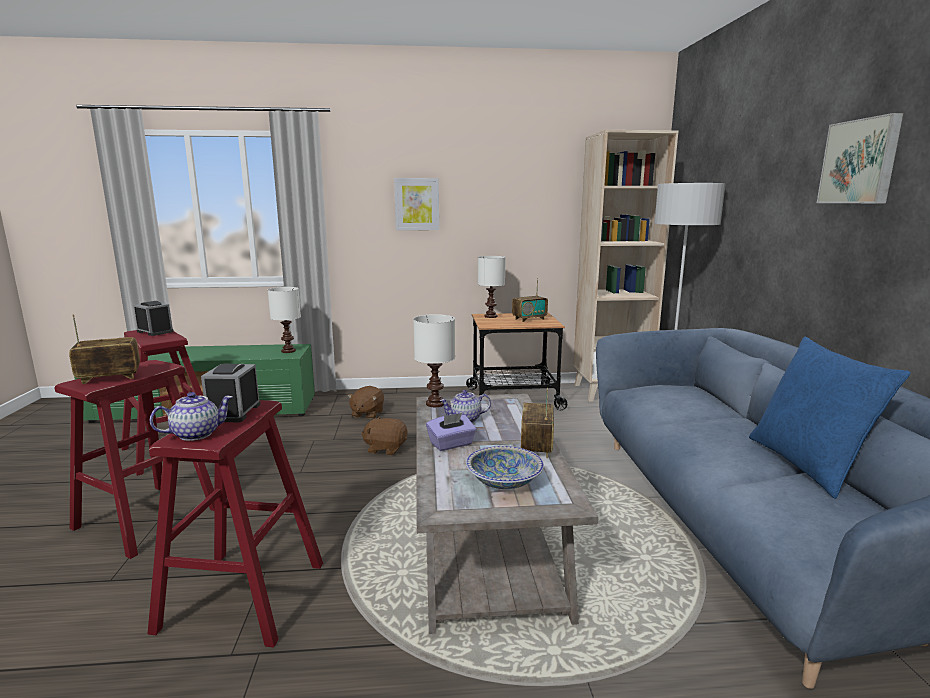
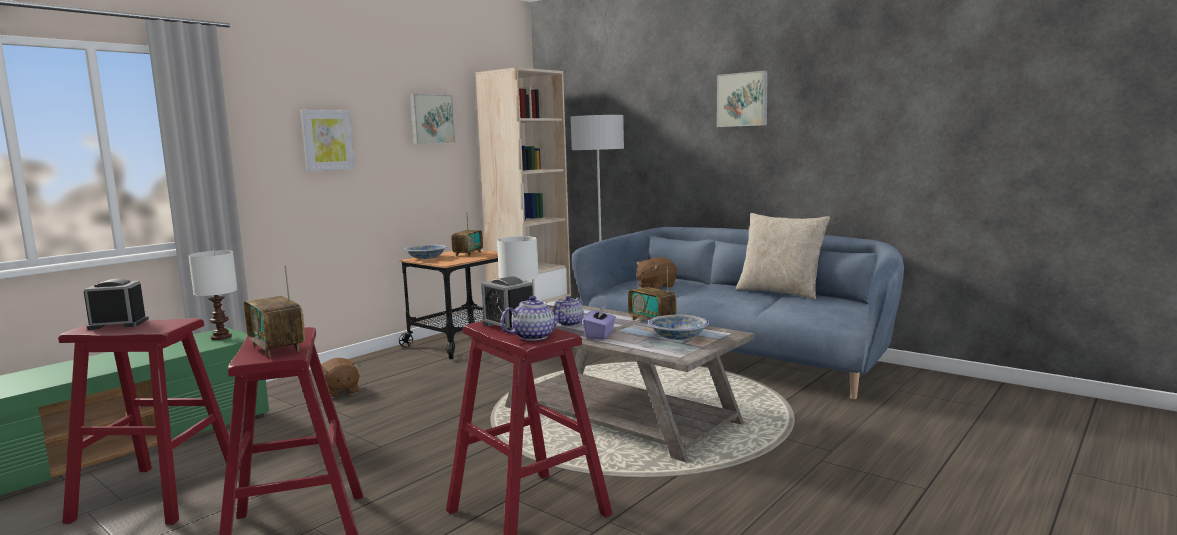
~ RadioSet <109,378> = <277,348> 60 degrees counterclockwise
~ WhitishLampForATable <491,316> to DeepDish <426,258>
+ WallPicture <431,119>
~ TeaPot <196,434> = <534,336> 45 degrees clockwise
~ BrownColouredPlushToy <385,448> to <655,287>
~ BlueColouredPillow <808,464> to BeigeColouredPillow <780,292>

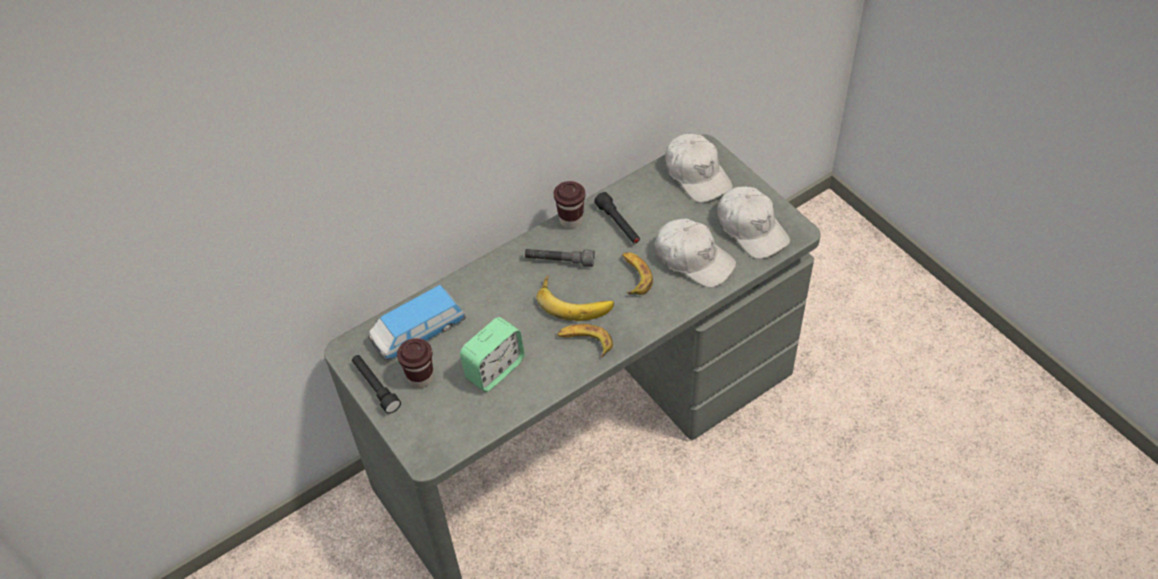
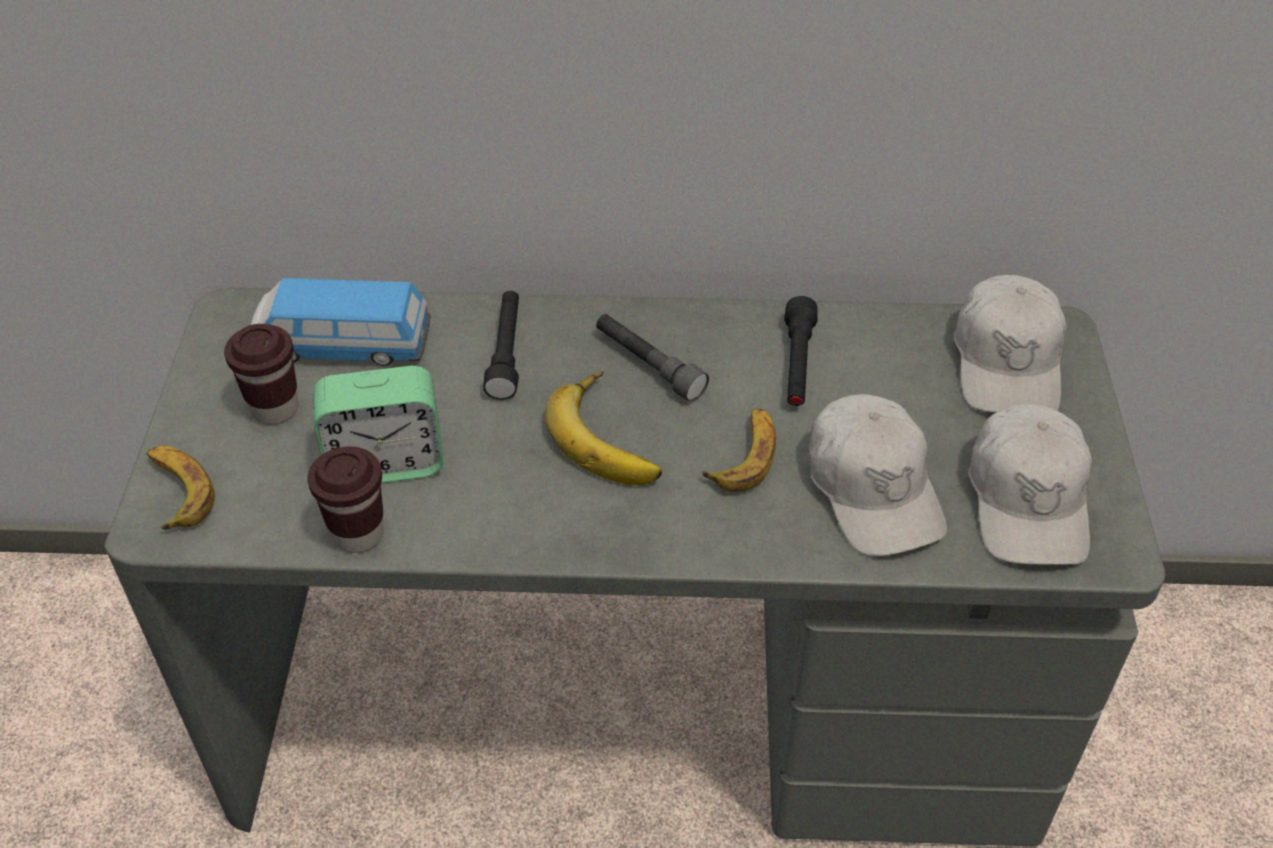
~ WholeBanana <585,342> to <177,491>
~ BrownColouredDrinkingCup <571,220> to <358,534>
~ BlackColouredFlashlight <375,387> to <506,353>

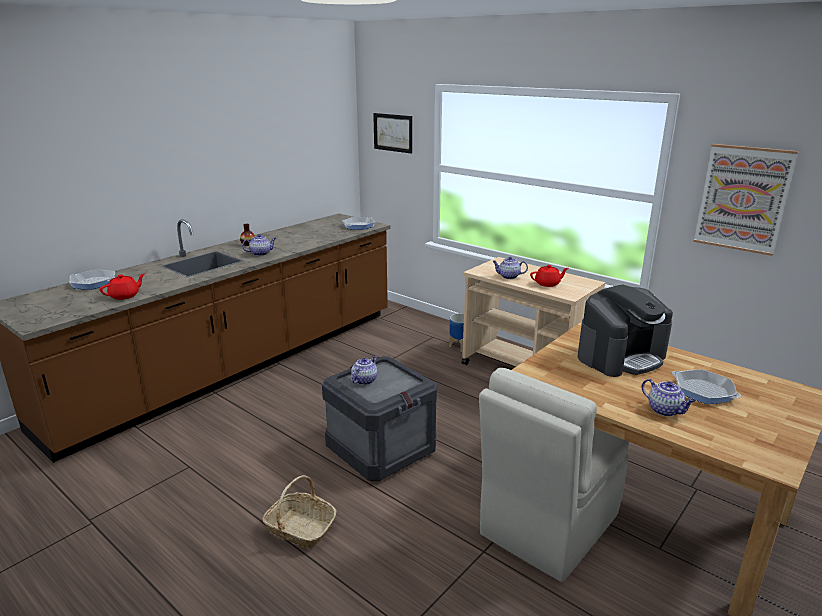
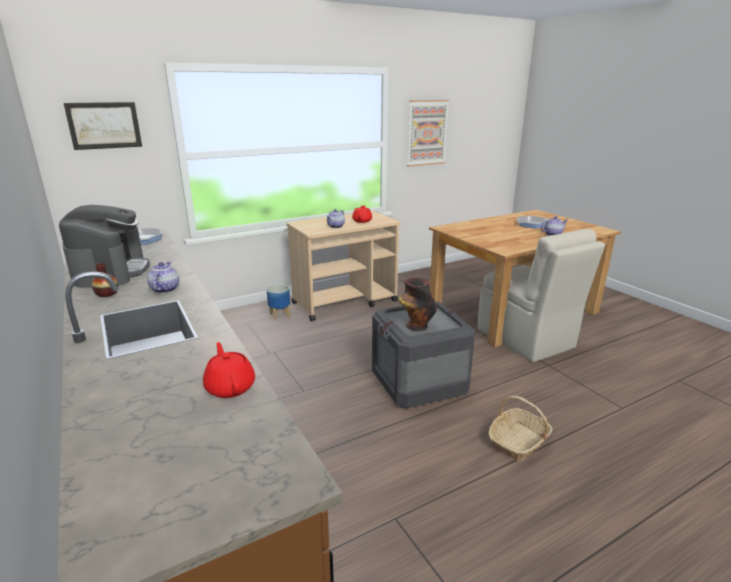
~ CoffeeMachine <621,356> to <111,271>
~ TeaPot <364,380> to Vase <415,326>
- Skillet <93,283>

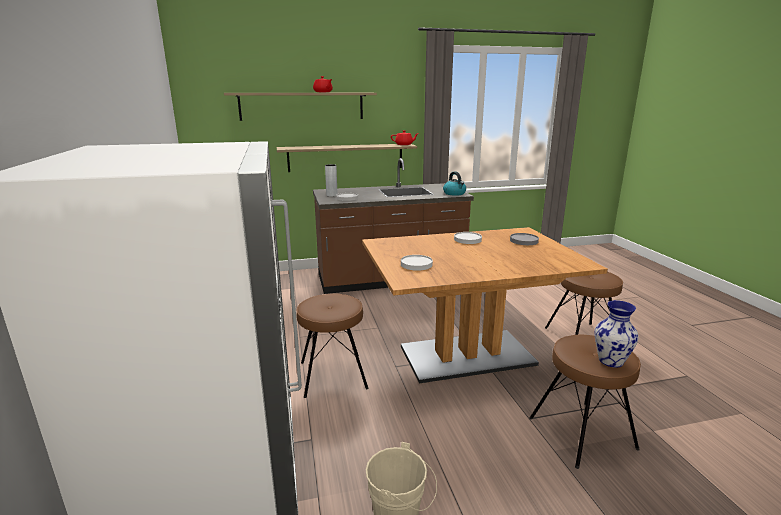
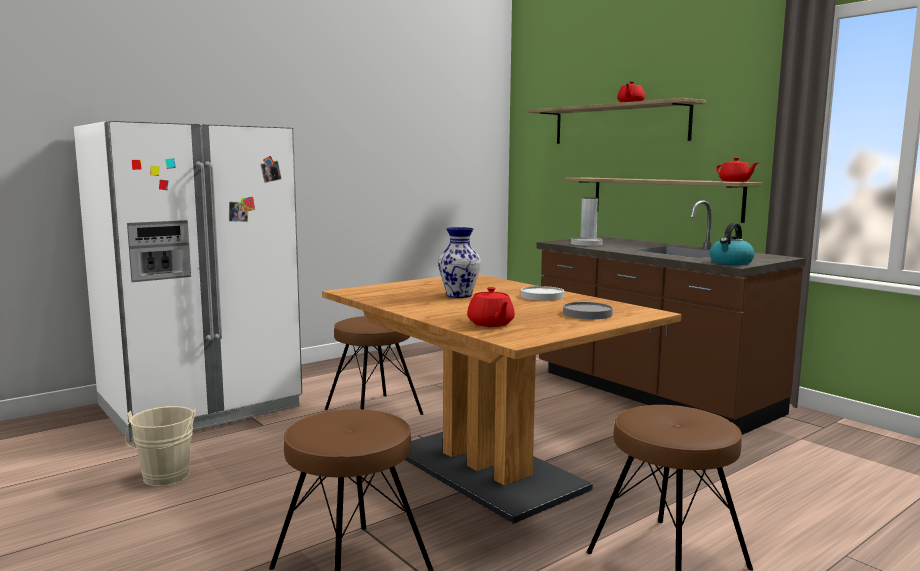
~ Vase <611,361> to <459,295>
+ ReddishTeaPot <491,324>
- WhitishFlatDish <416,264>

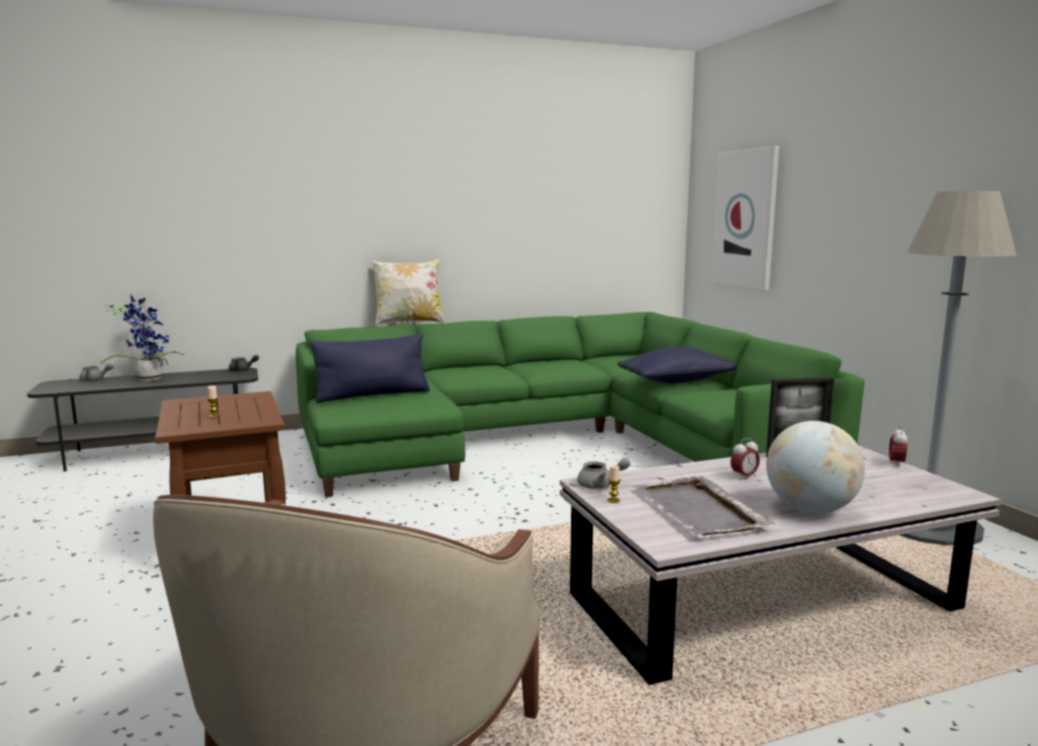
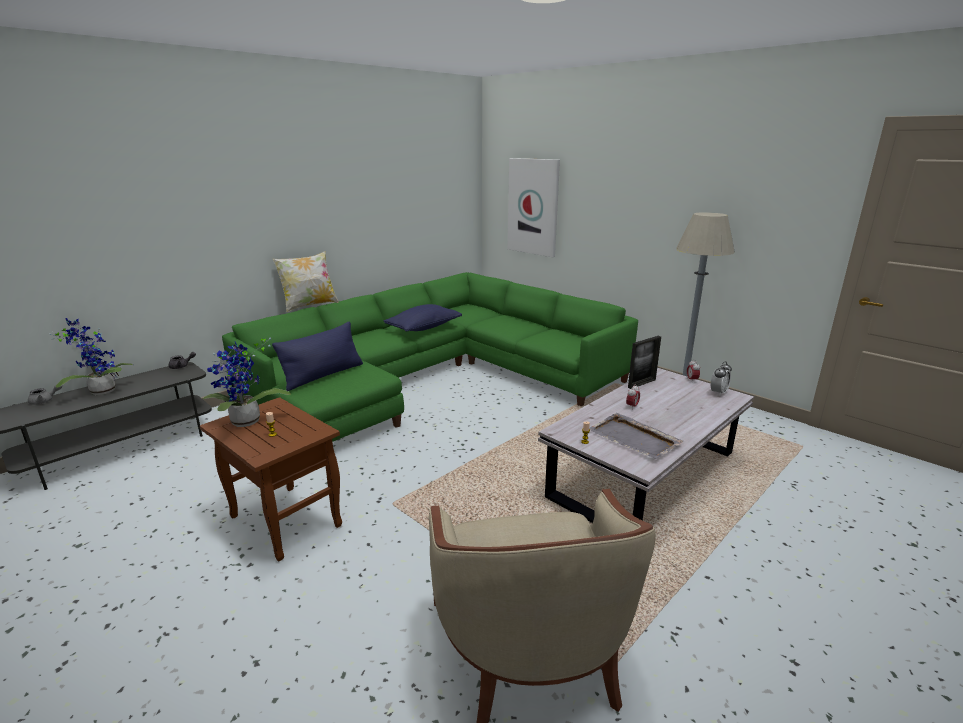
+ PottedPlant <246,423>
~ BlueColouredPillow <675,381> to <423,328>
+ BedsideClock <718,392>
- GreyishTeaPot <600,485>
- WorldGlobe <810,509>

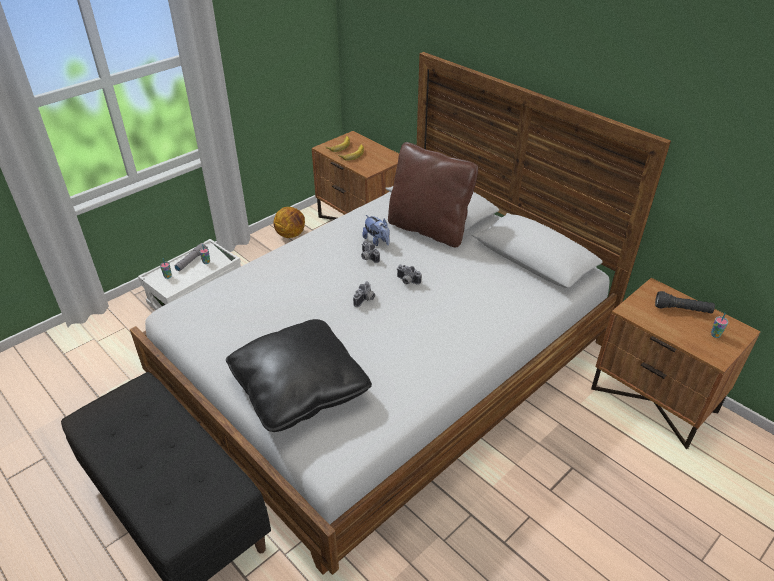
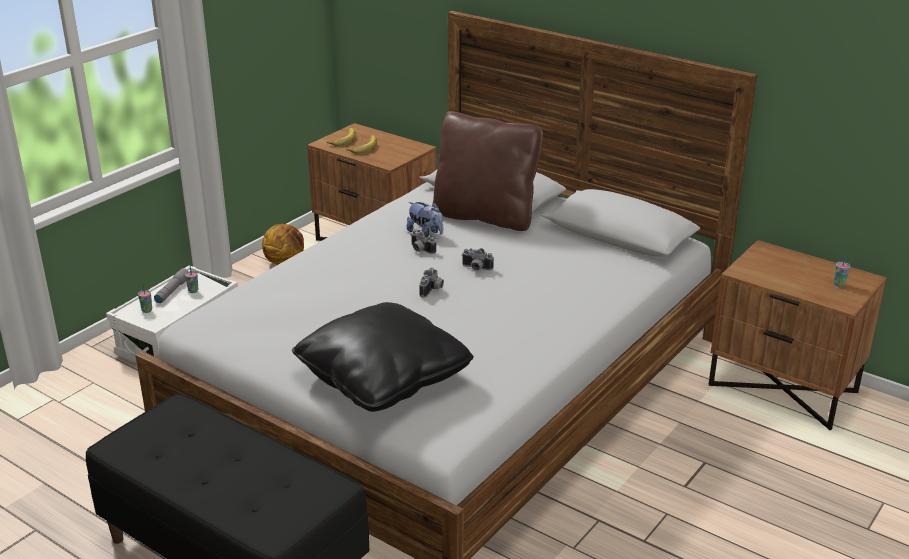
- BlackColouredFlashlight <682,310>

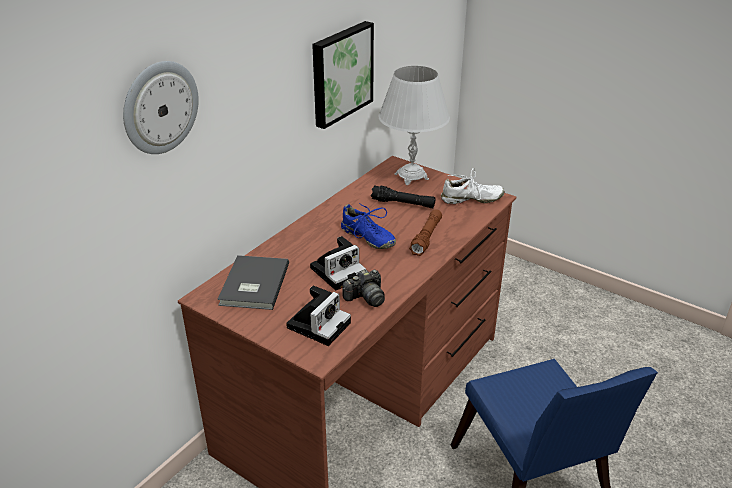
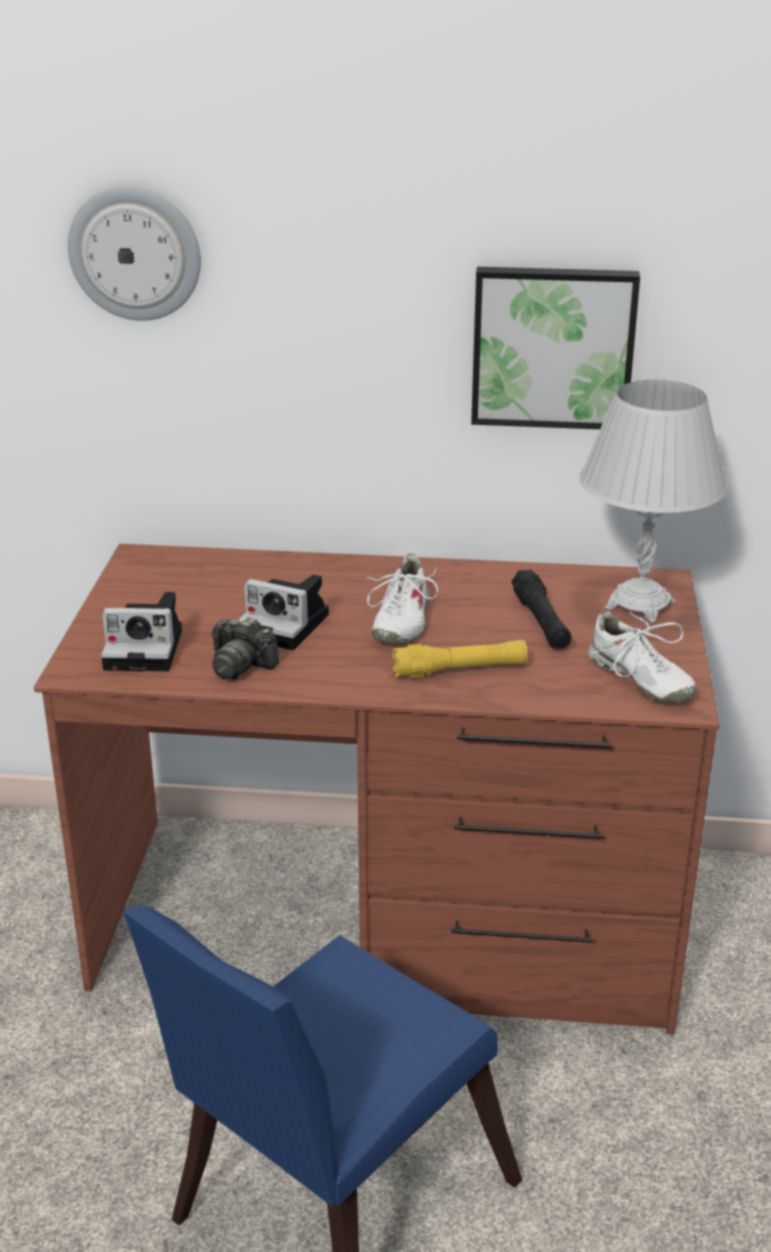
~ BlueColouredLowShoe <367,238> to WhitishLowShoe <400,621>
~ BrownColouredFlashlight <426,237> to YellowColouredFlashlight <460,670>
- GreyishBook <252,285>

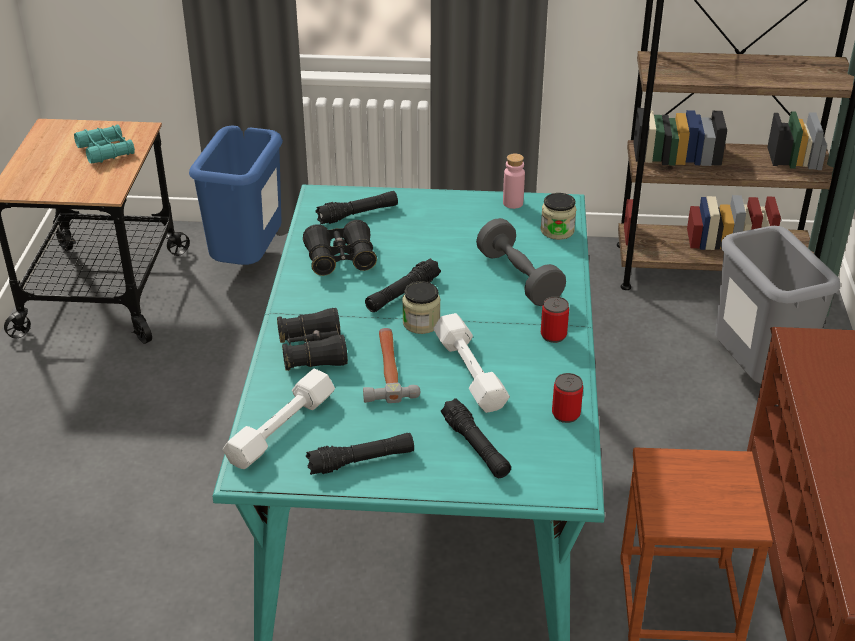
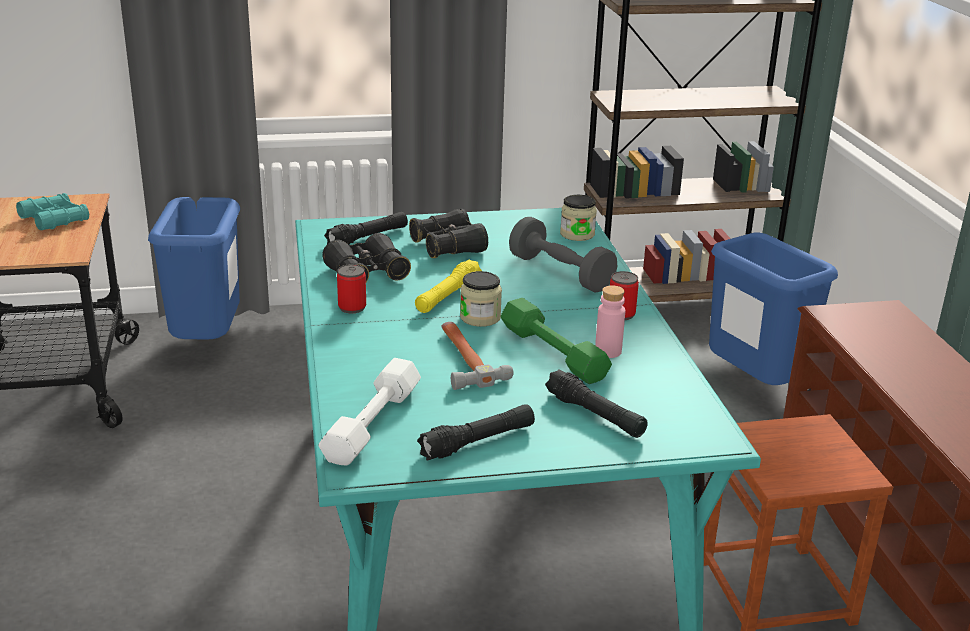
~ Can <566,414> to <352,307>
~ BlackColouredBinoculars <313,351> to <448,246>
~ BlackColouredFlashlight <402,294> to YellowColouredFlashlight <448,296>
~ WhitishFreeWeight <470,372> to GreenishFreeWeight <554,352>
~ PinkColouredBeverageBottle <513,203> to <608,351>
~ GreyishRubbishBin <753,377> to BlueColouredRubbishBin <752,387>

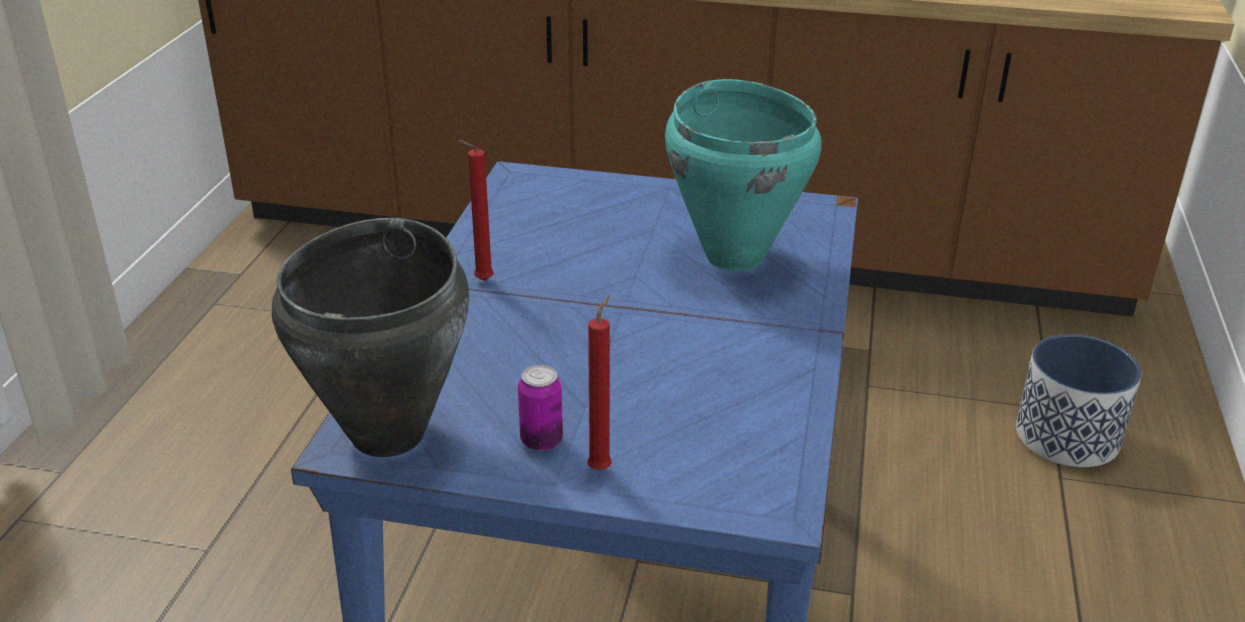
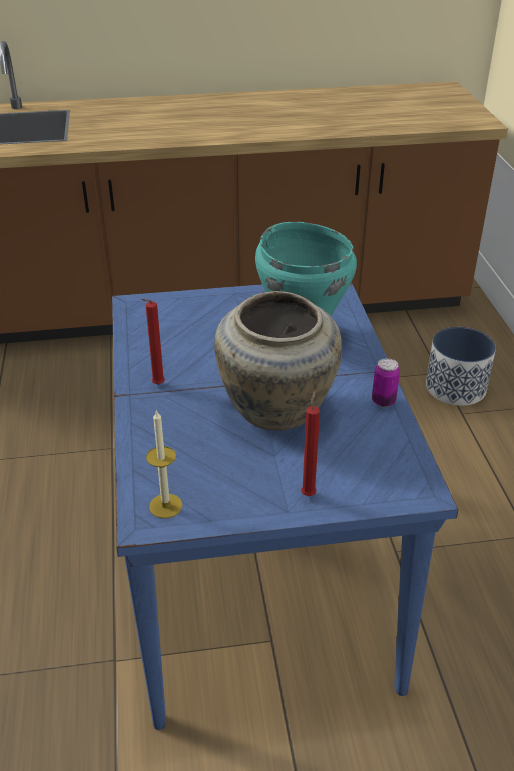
~ BlackColouredStockpot <390,433> to Candle <165,506>
+ BeigeColouredVase <276,411>
~ Can <541,441> to <383,401>

